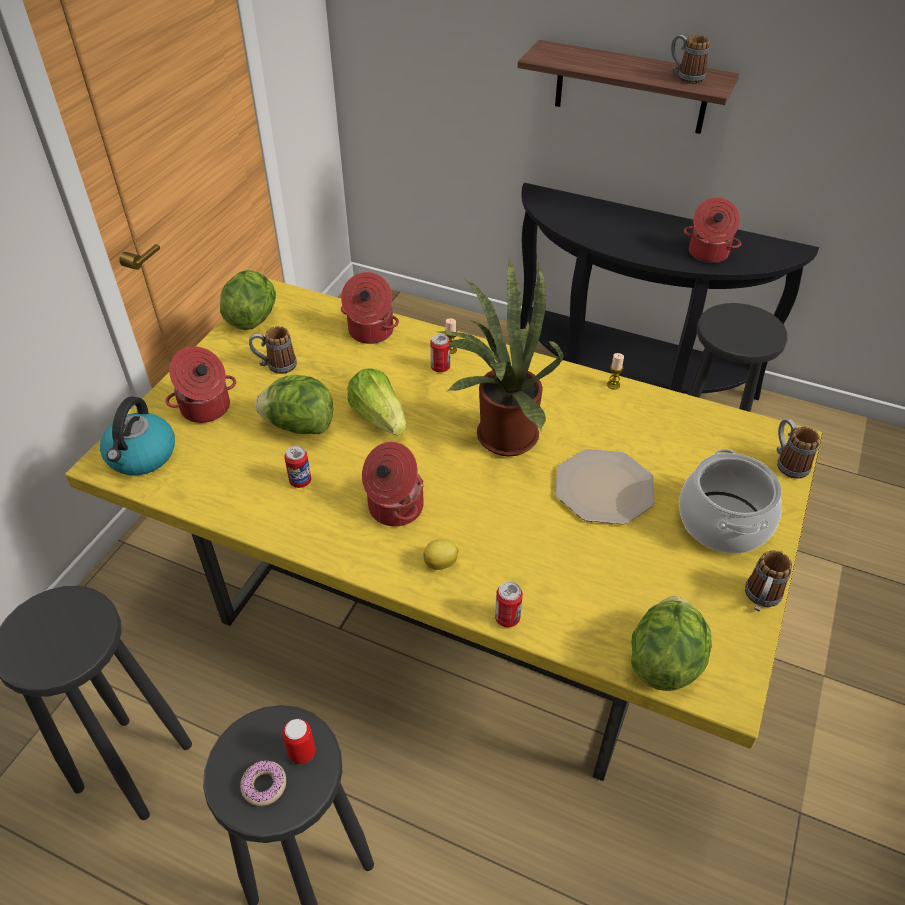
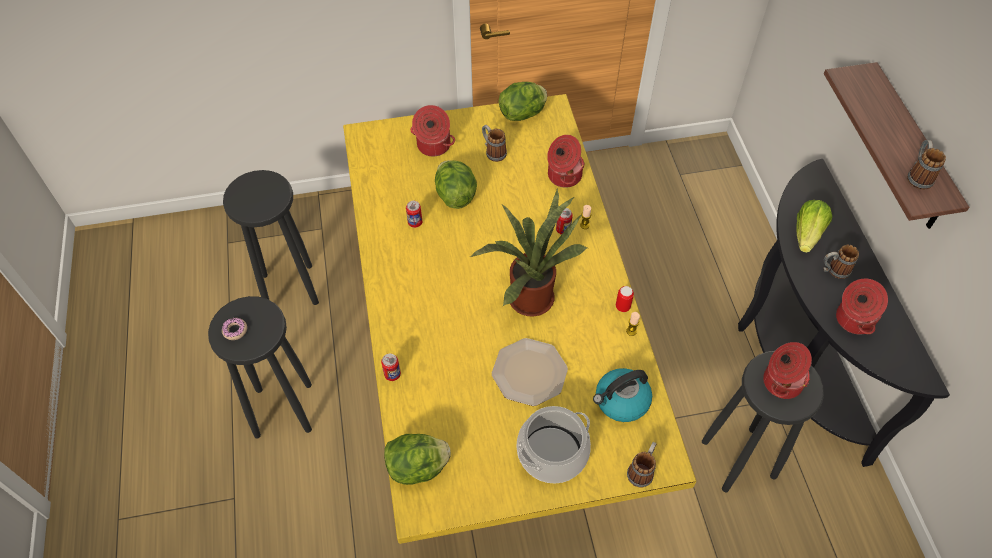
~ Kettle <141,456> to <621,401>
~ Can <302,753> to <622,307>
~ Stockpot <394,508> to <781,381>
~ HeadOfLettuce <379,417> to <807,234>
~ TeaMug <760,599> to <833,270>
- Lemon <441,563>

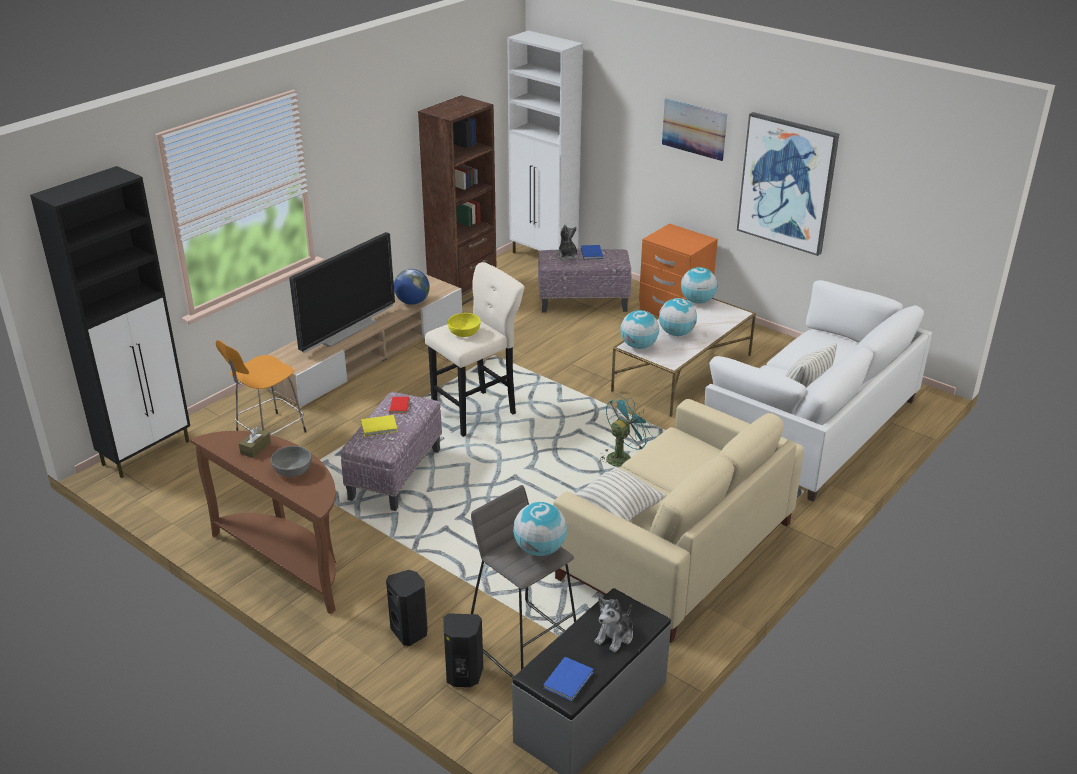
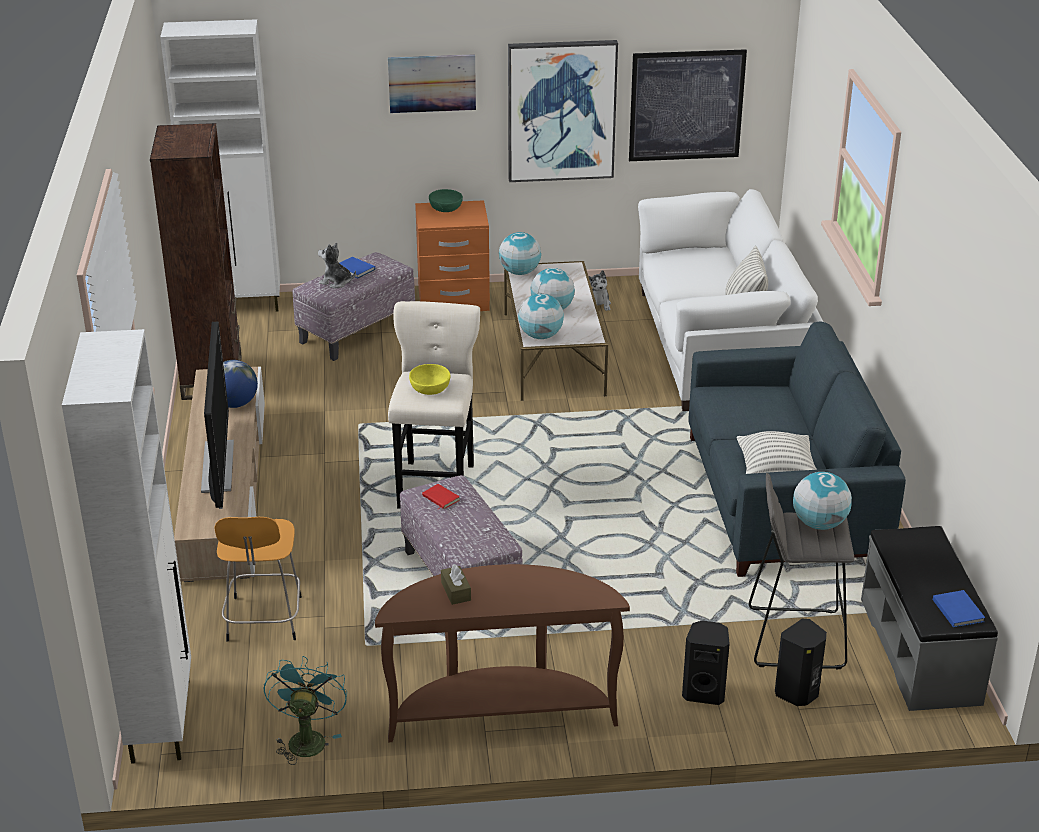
~ BlackColouredCupboard <147,452> to WhitishCupboard <161,719>
~ TurquoiseColouredCoolingFan <622,457> to <307,738>
+ GreenishDeepDish <446,208>
~ PlushToy <615,636> to <598,304>
+ WallPicture <686,105>
~ BeigeColouredSettee <674,550> to BlueColouredSettee <782,500>
- GreyishDeepDish <293,470>
- YellowColouredBook <380,427>

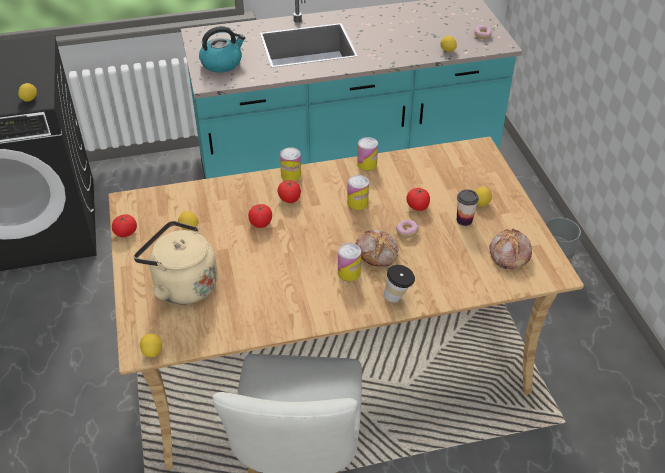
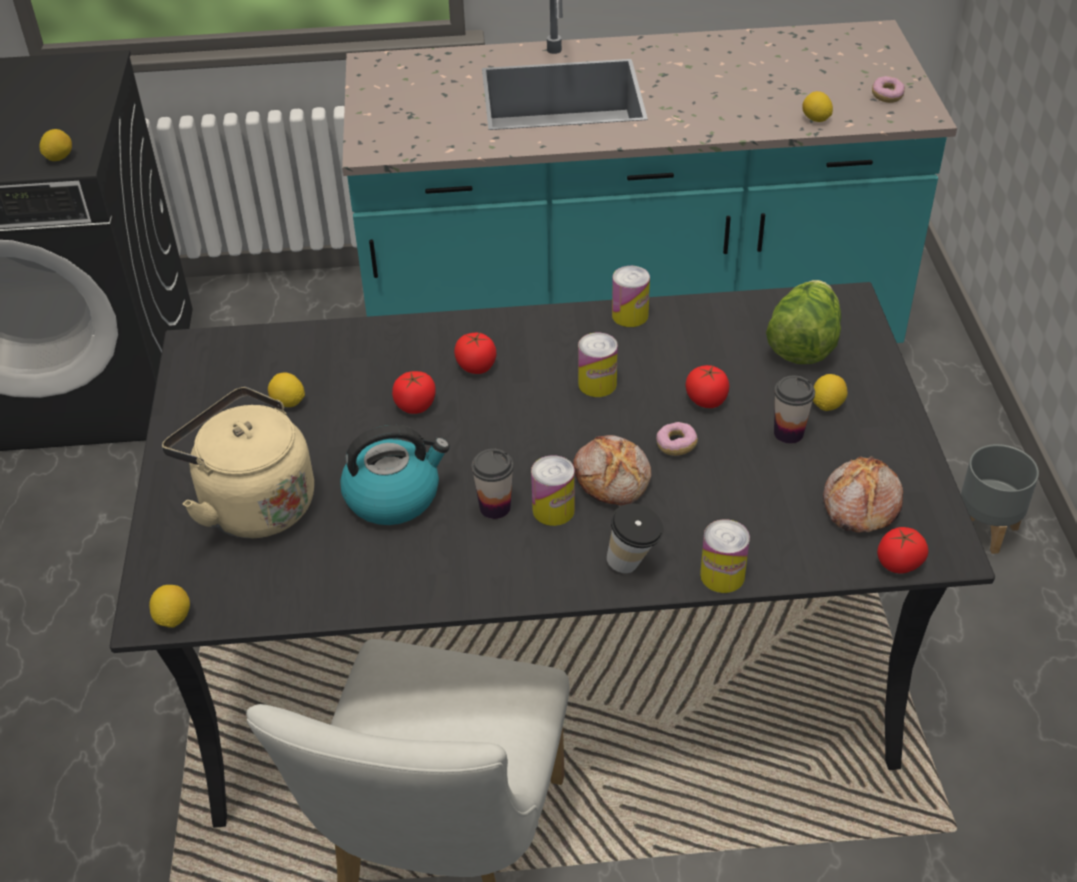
~ BeigeColouredDinnerTable <332,354> to BlackColouredDinnerTable <543,655>
~ Kettle <222,63> to <394,496>
+ DrinkingCup <495,507>
~ Can <291,175> to <722,576>
+ HeadOfLettuce <803,345>
~ Tomato <126,233> to <899,563>

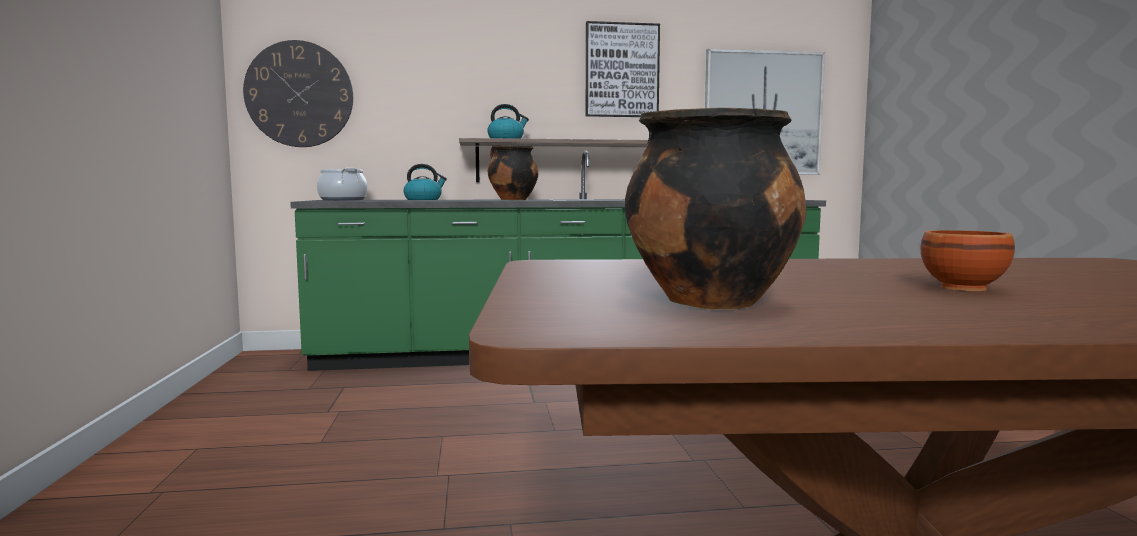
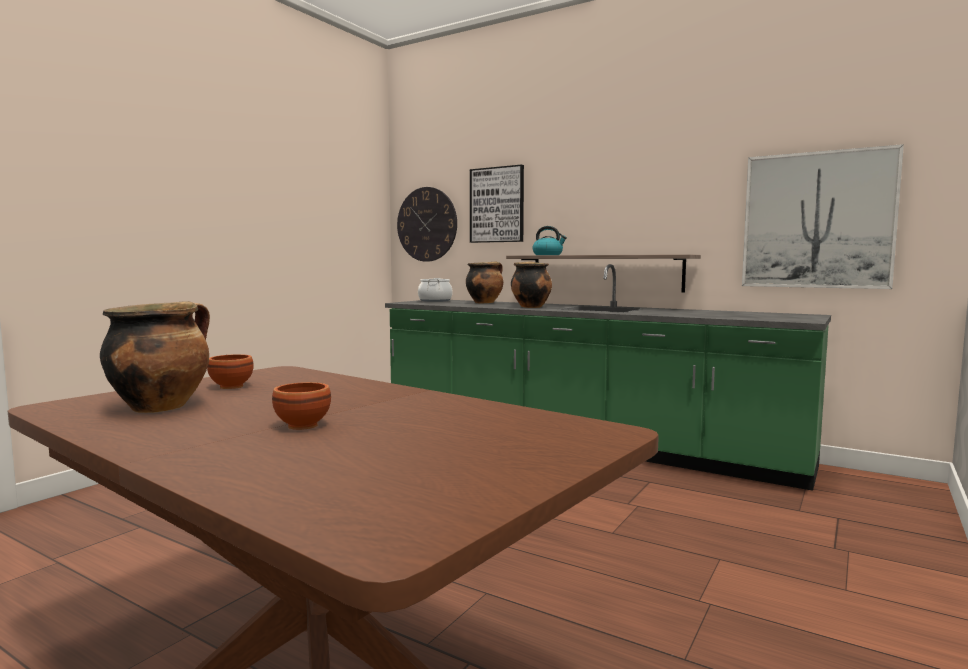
+ BrownColouredDeepDish <231,387>
~ Kettle <423,199> to Stockpot <484,302>
~ WallPicture <621,70> to <497,205>

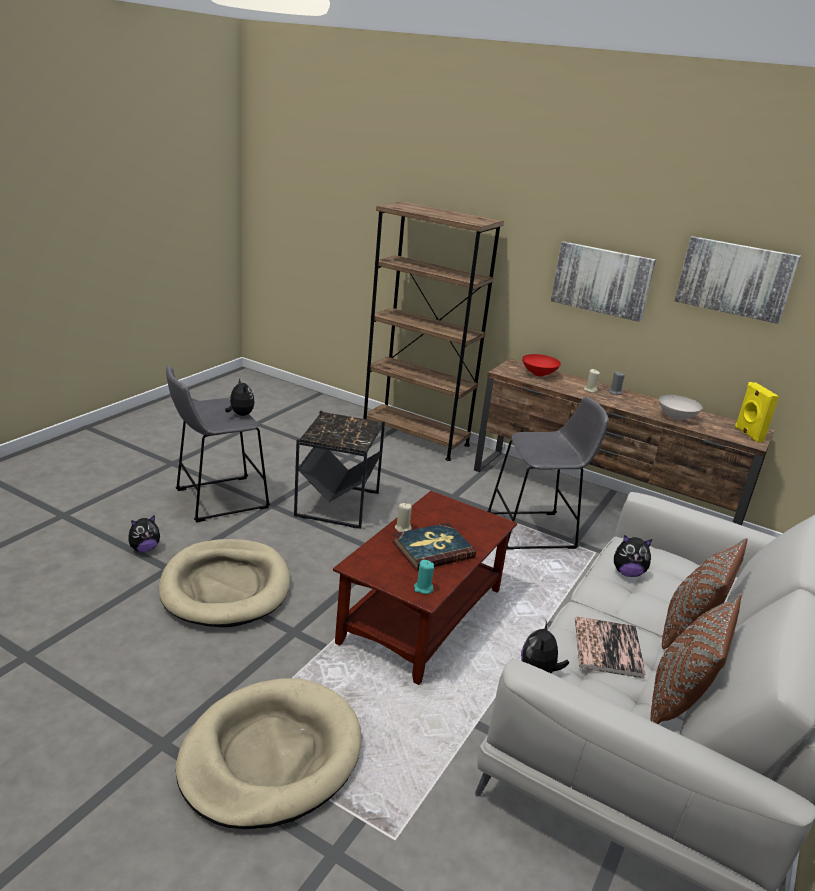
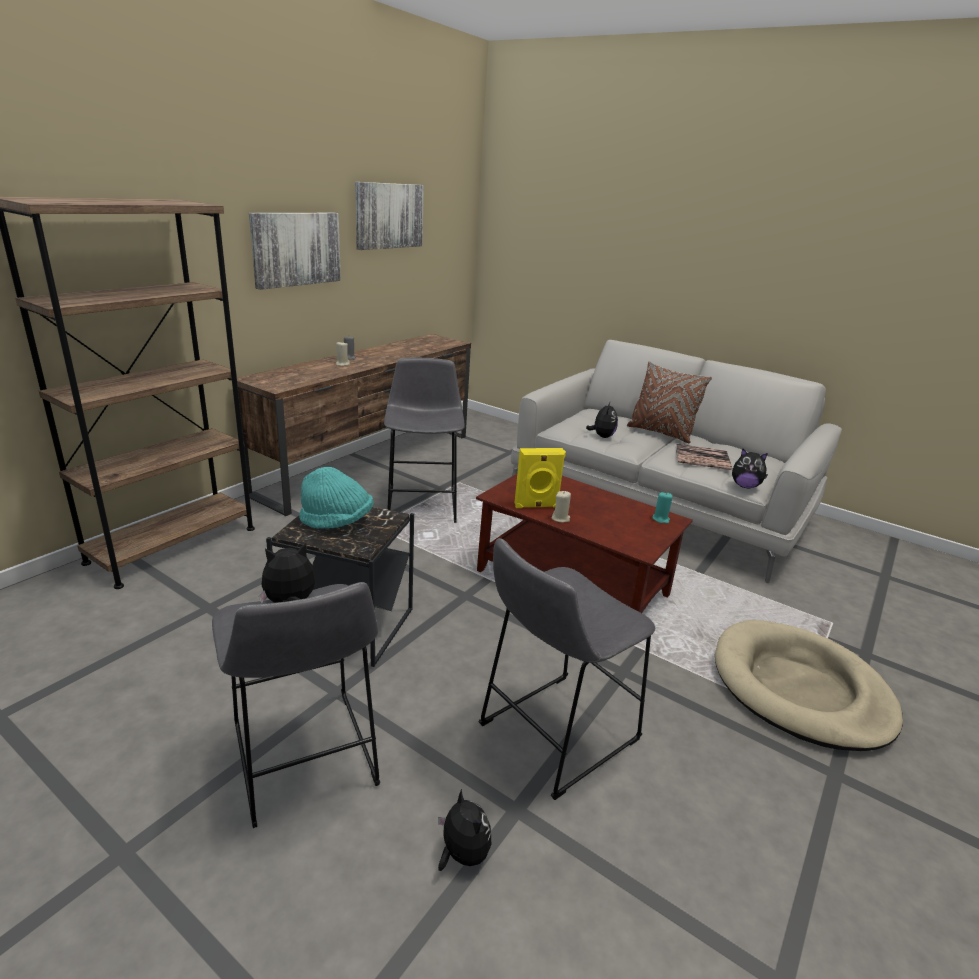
+ TurquoiseColouredHat <337,521>
~ BeigeColouredDogCushion <226,587> to GreyishStool <552,735>
~ YellowColouredSpeaker <747,434> to <536,506>
- Book <432,549>
- ReddishDeepDish <539,374>
- BrownColouredPillow <678,699>
- WhitishDeepDish <676,417>

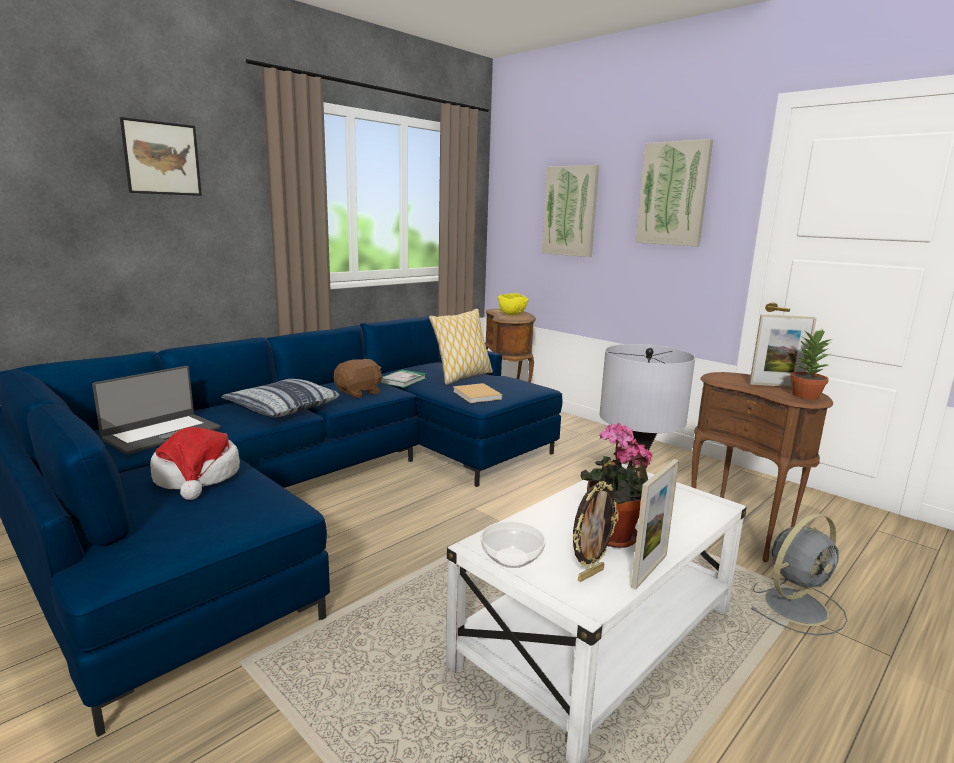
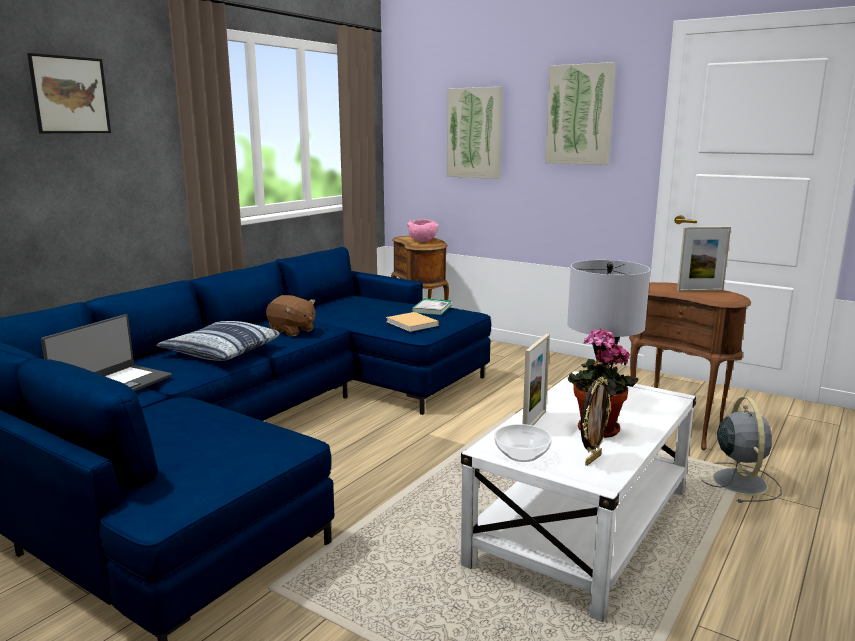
~ BrownColouredPlushToy <359,393> = <292,331> 90 degrees clockwise
~ YellowColouredDeepDish <512,314> to PinkColouredDeepDish <422,241>
~ Book <403,380> to <432,309>
~ PictureFrame <649,570> to <534,421>
~ GreyishCoolingFan <797,605> = <738,481> 45 degrees counterclockwise
- Hat <197,477>
- Pillow <462,377>
- PottedPlant <805,395>

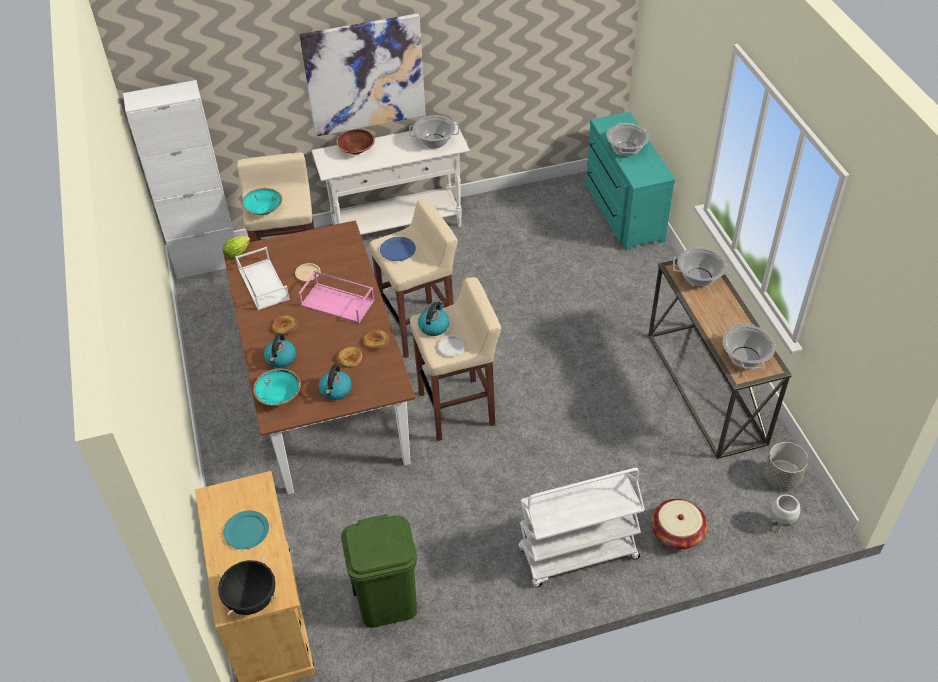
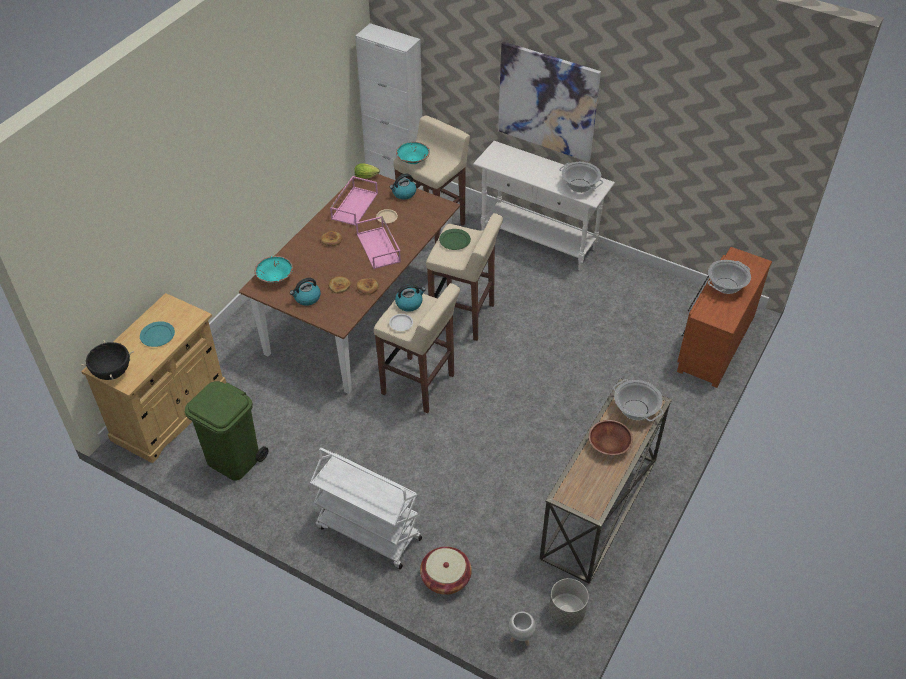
~ WhitishTray <262,284> to PinkColouredTray <354,205>
~ Kettle <281,359> to <403,193>
~ BlueColouredFlatDish <398,250> to GreenishFlatDish <455,241>
~ BrownColouredDeepDish <356,149> to <609,445>
~ TurquoiseColouredDresser <621,211> to BrownColouredDresser <713,342>
- Stockpot <745,357>

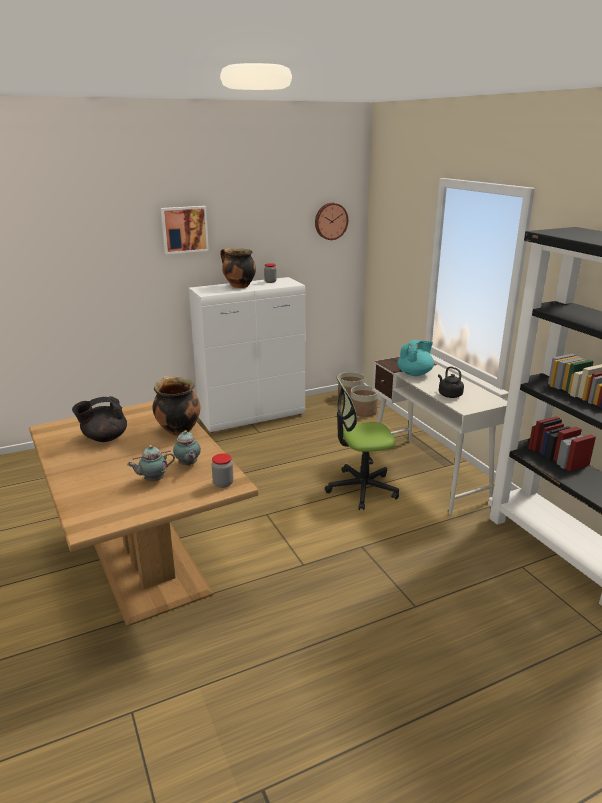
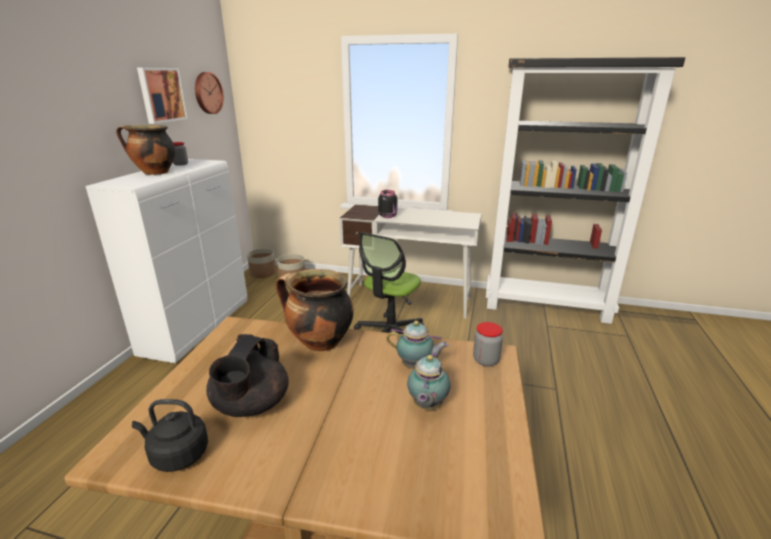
~ BlackColouredKettle <449,395> to <177,455>
~ WallPicture <184,229> to <161,95>
~ TurquoiseColouredTeaPot <415,373> to BlackColouredStorageJar <388,216>

